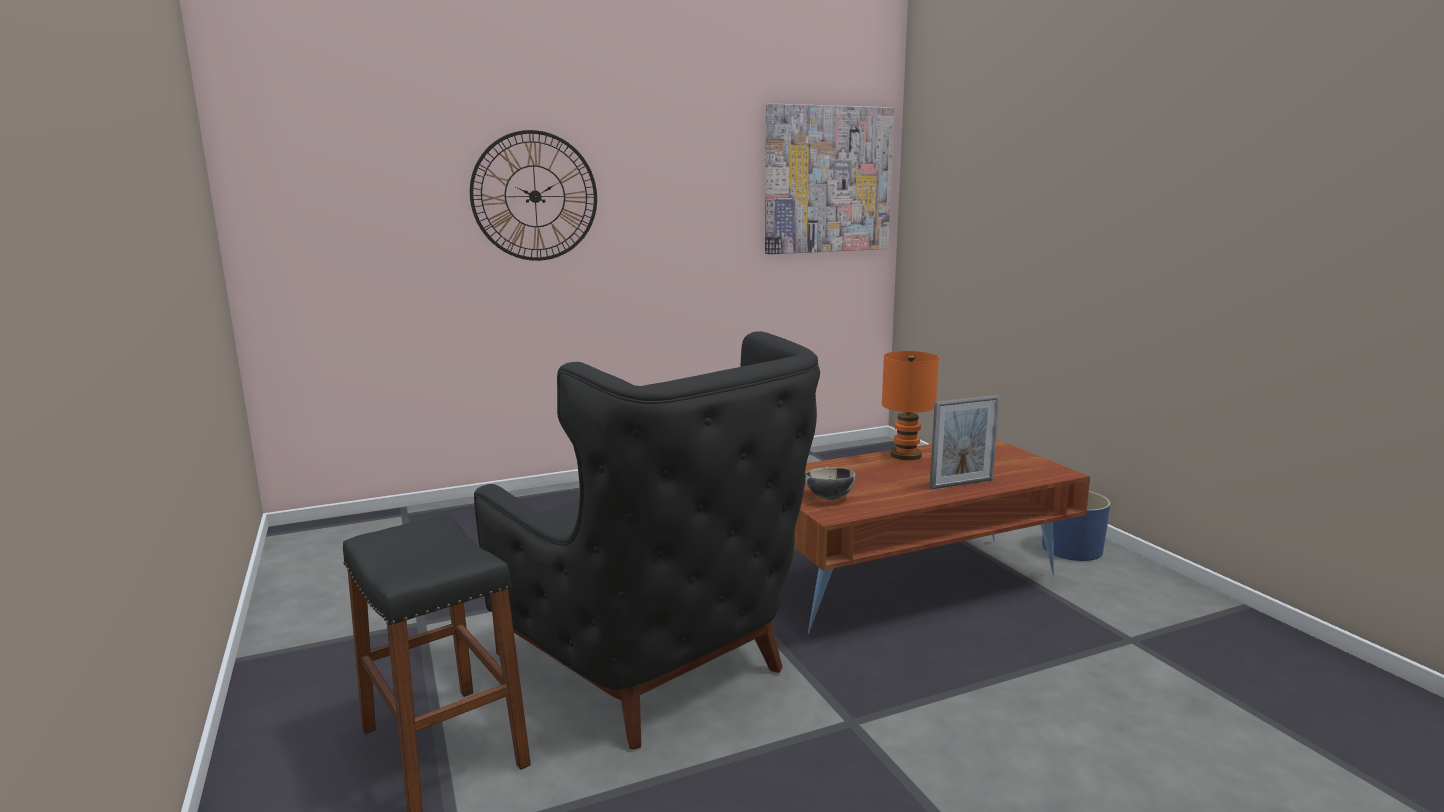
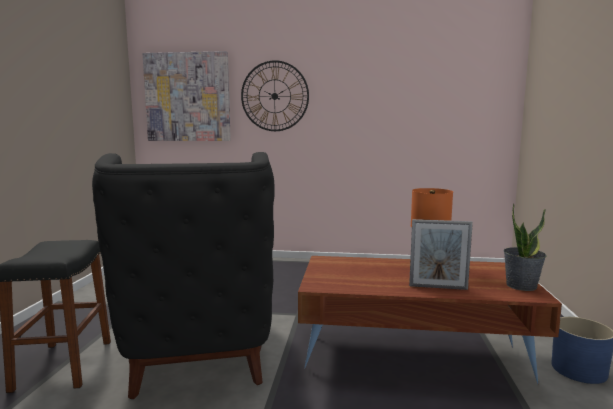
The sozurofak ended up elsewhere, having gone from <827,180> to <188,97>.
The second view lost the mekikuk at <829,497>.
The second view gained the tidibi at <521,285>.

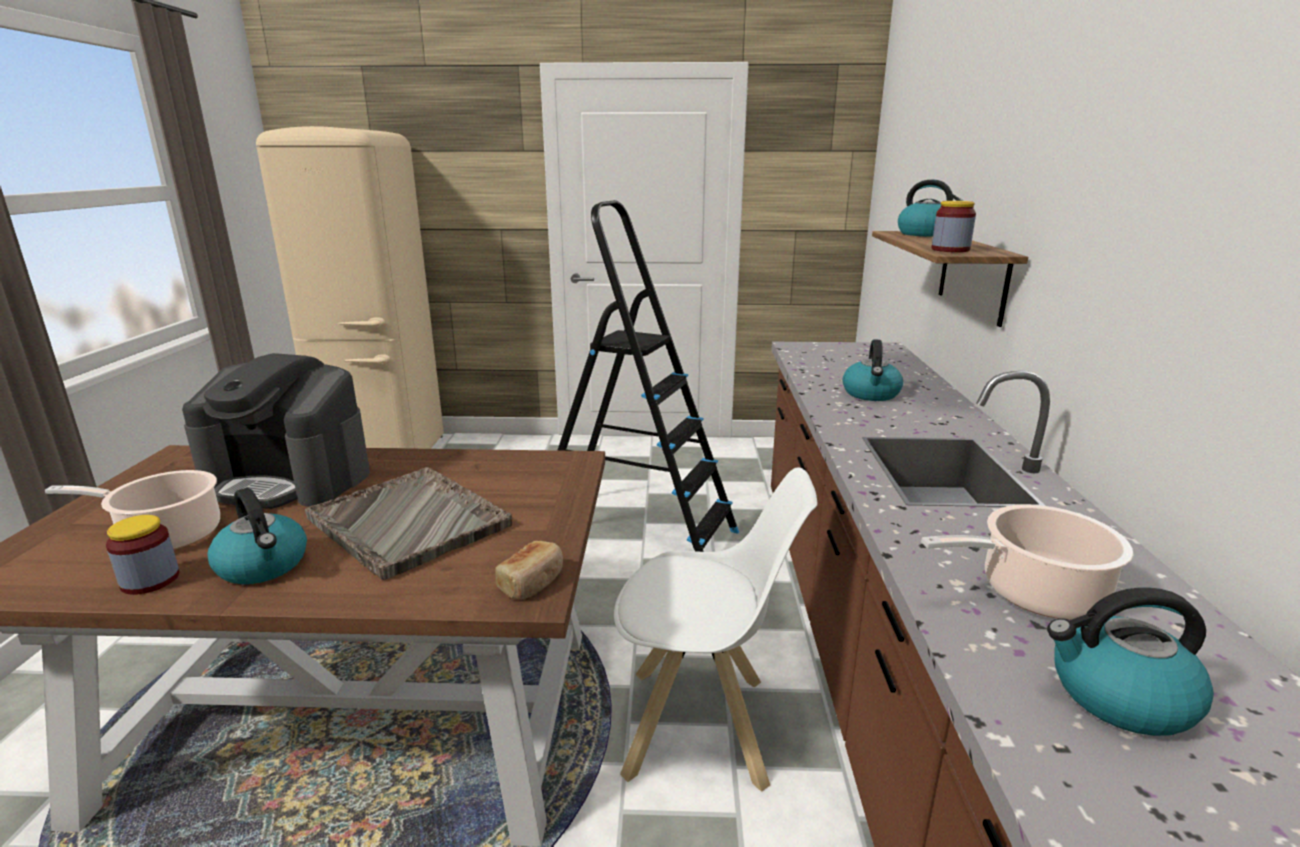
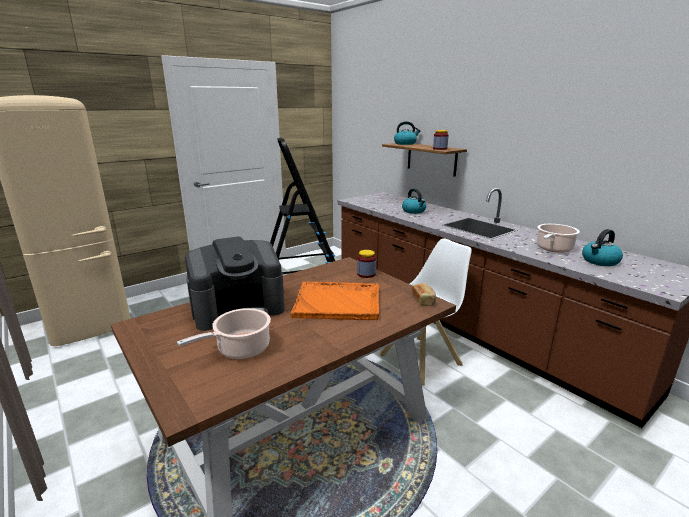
The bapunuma ended up elsewhere, having gone from <150,580> to <366,274>.
The second view lost the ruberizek at <264,566>.
What was the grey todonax at <409,523> turned into the orange todonax at <338,302>.

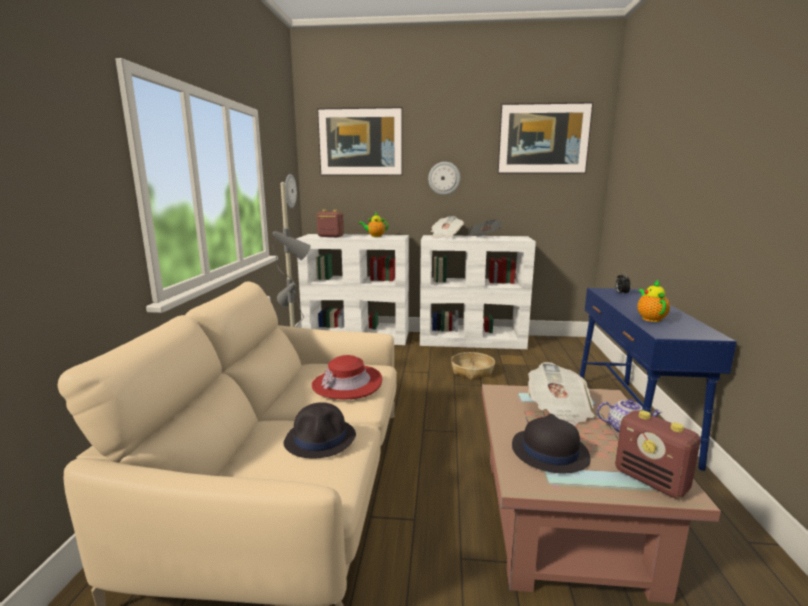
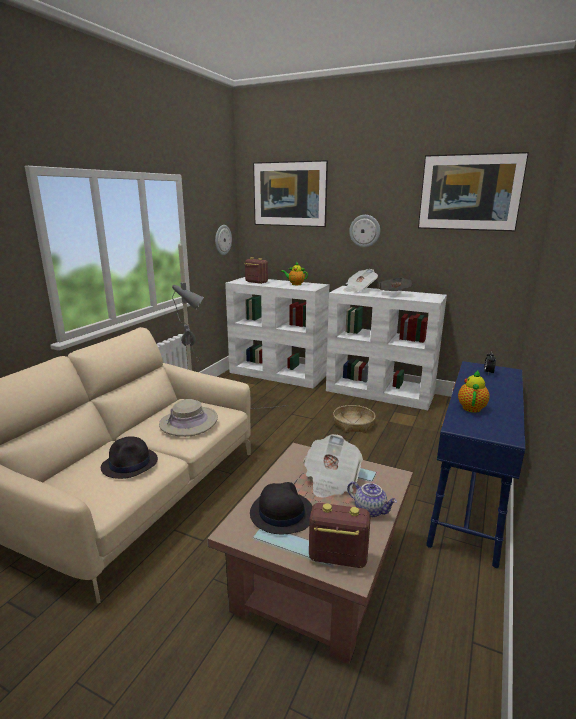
What was the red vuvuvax at <347,384> turned into the beige vuvuvax at <189,422>.
The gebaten at <651,481> ended up facing another way, 120 degrees clockwise from before.

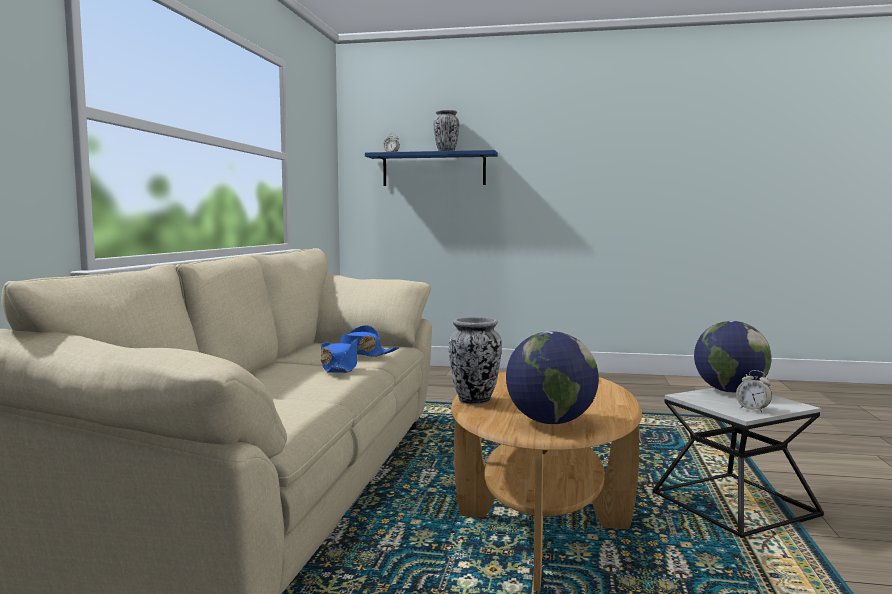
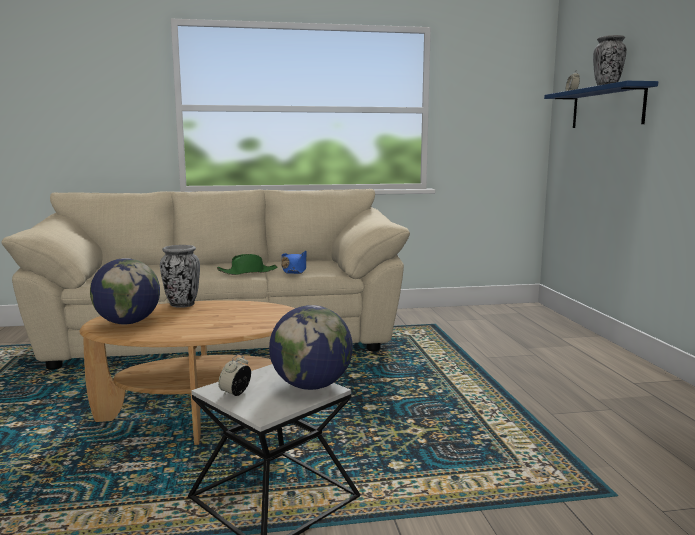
What was the blue vuvuvax at <339,367> turned into the green vuvuvax at <248,272>.

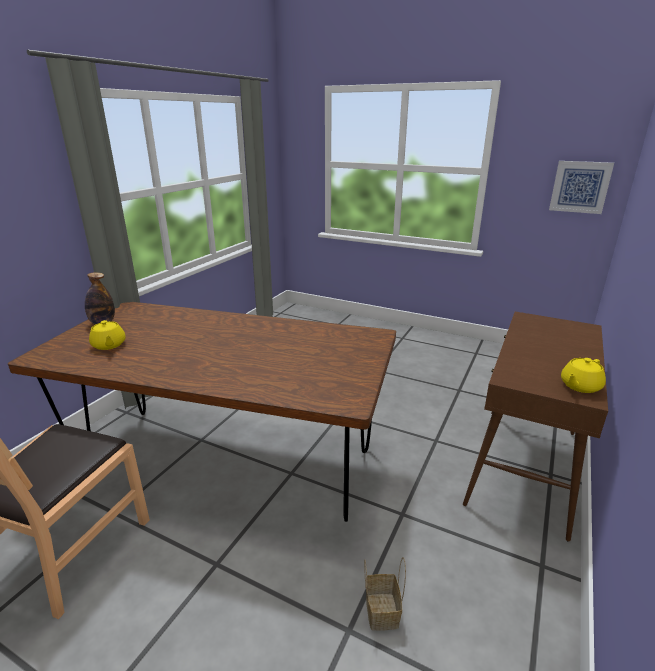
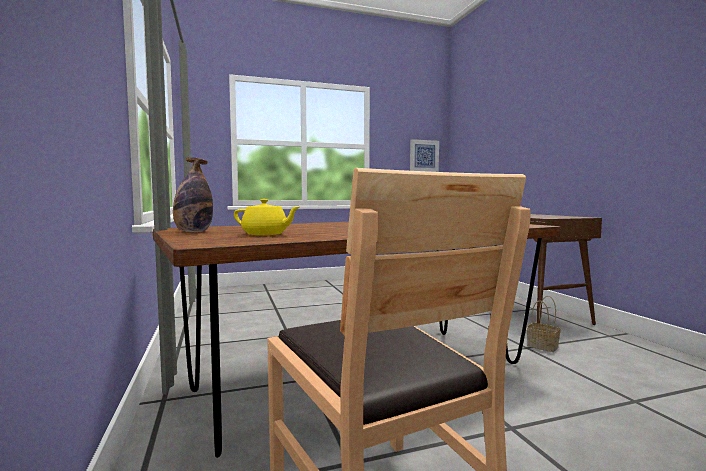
The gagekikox ended up elsewhere, having gone from <381,610> to <541,346>.
The second view lost the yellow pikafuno at <579,386>.

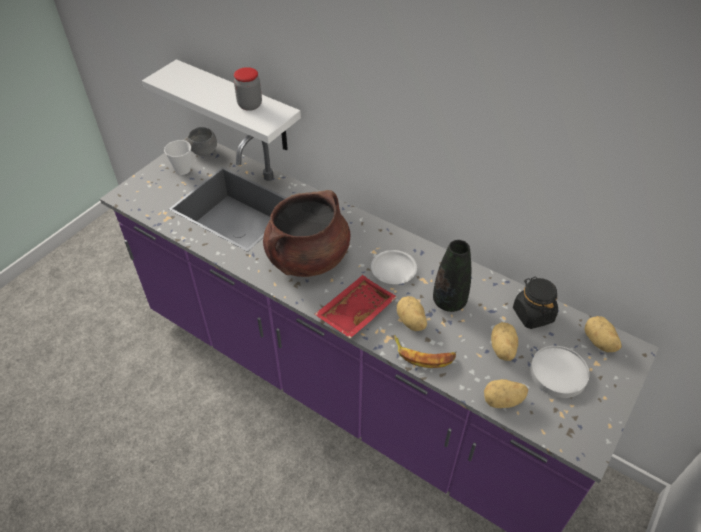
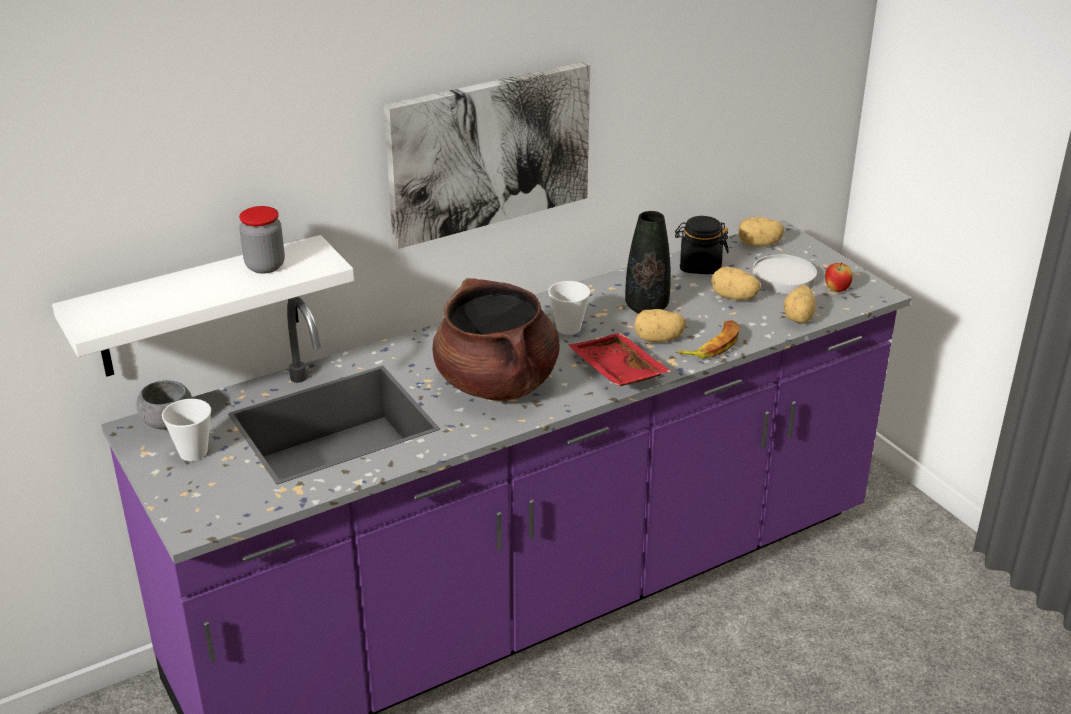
Where the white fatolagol stood at <393,270>, the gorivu came to stand at <568,328>.
The second view gained the sozurofak at <488,152>.
The second view gained the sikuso at <836,290>.

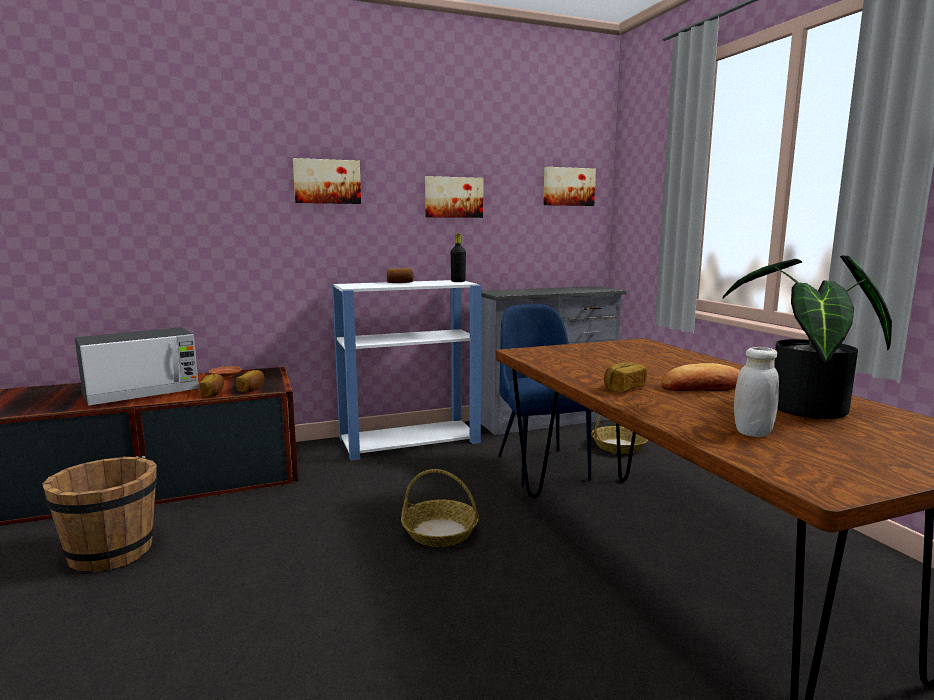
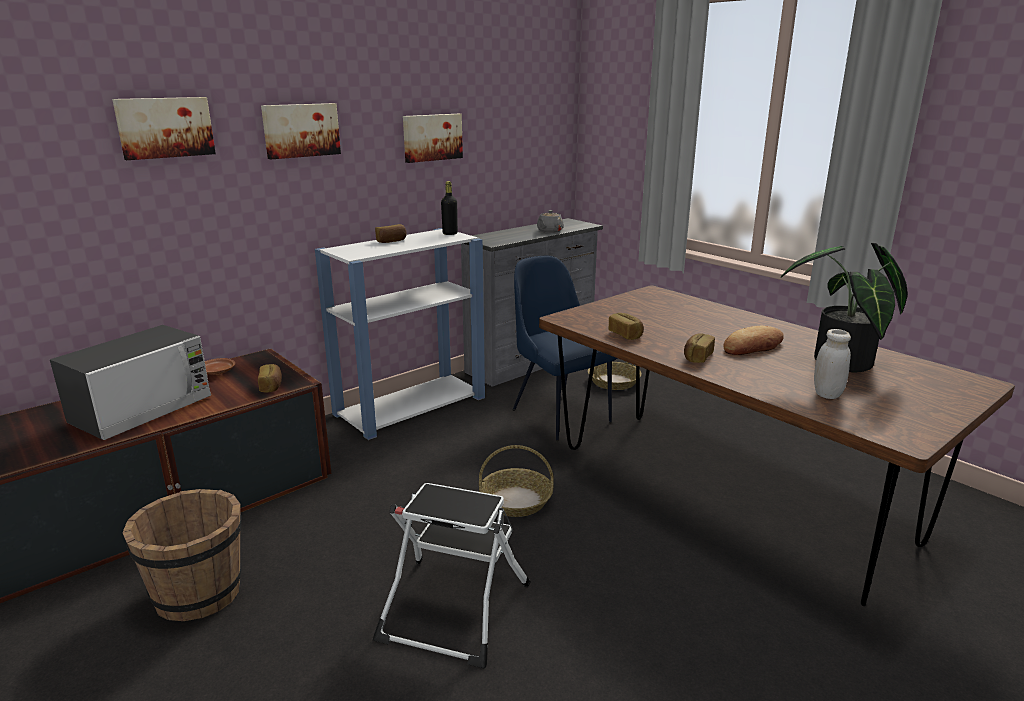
The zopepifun ended up elsewhere, having gone from <213,393> to <626,334>.
The sozurofak ended up elsewhere, having gone from <568,186> to <165,127>.
The second view gained the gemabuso at <453,606>.
The second view gained the grey pikafuno at <549,231>.

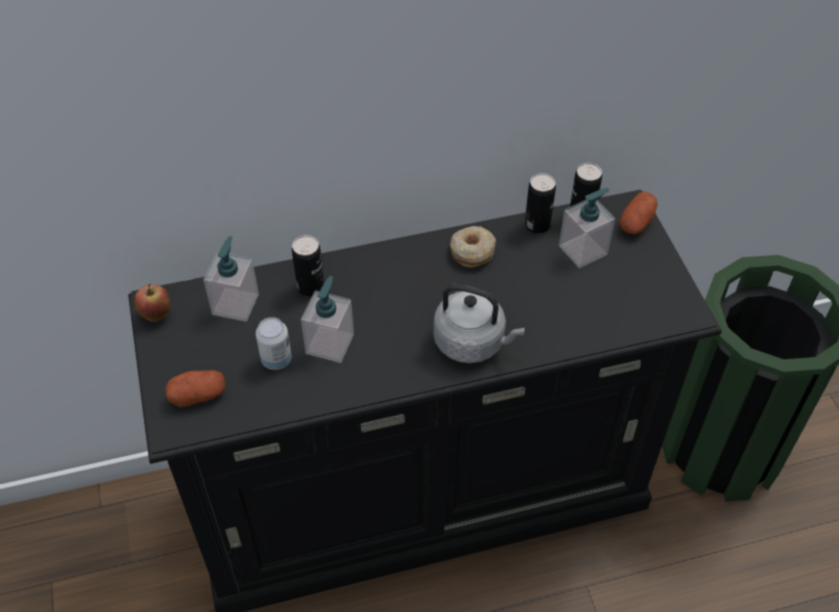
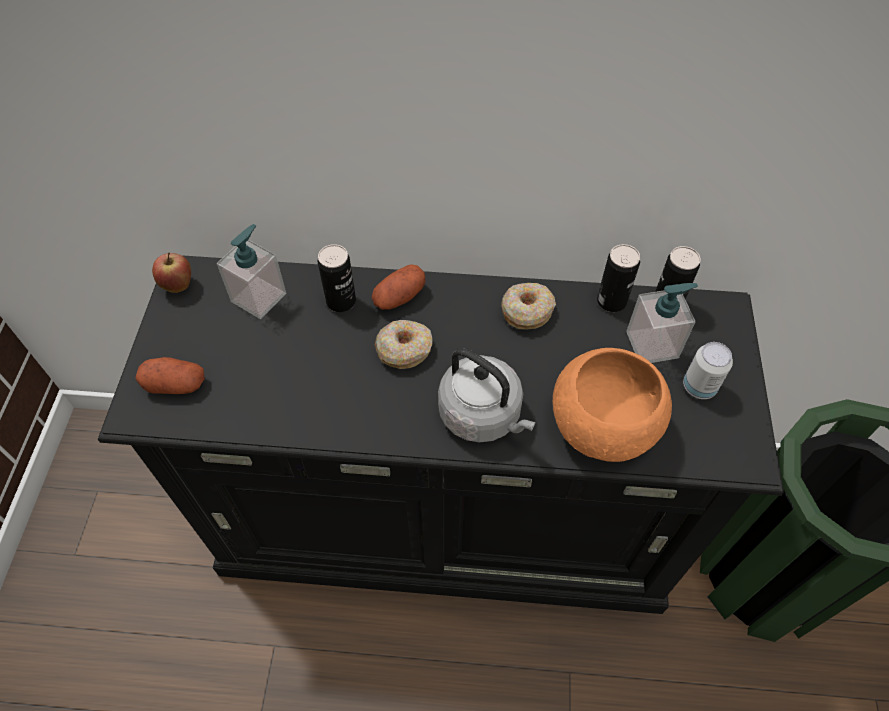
The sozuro ended up elsewhere, having gone from <276,359> to <699,387>.
The second view lost the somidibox at <330,343>.
The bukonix ended up elsewhere, having gone from <636,223> to <399,297>.
The second view gained the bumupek at <404,349>.
The second view gained the orange mekikuk at <604,425>.

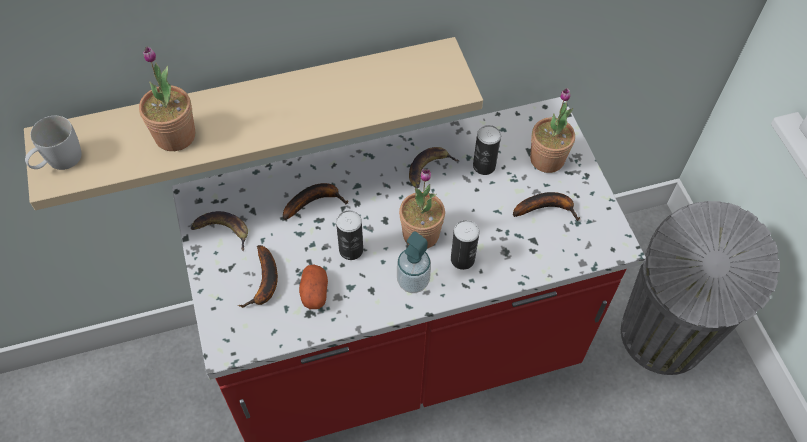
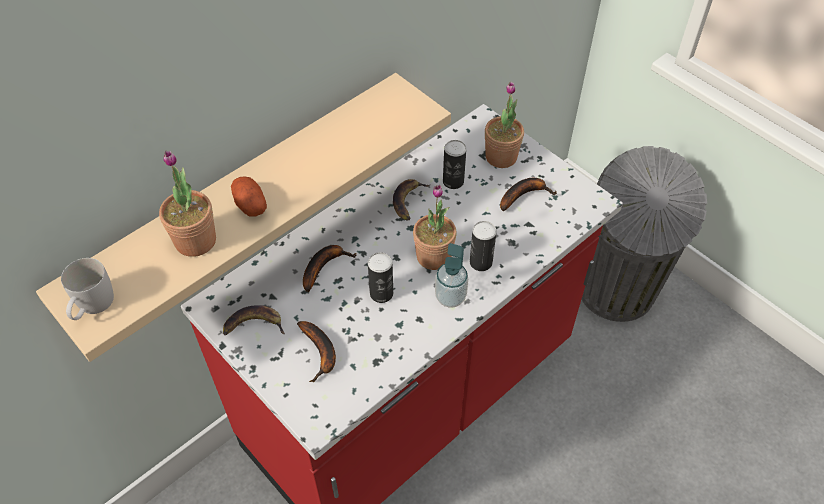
The bukonix ended up elsewhere, having gone from <314,292> to <250,204>.

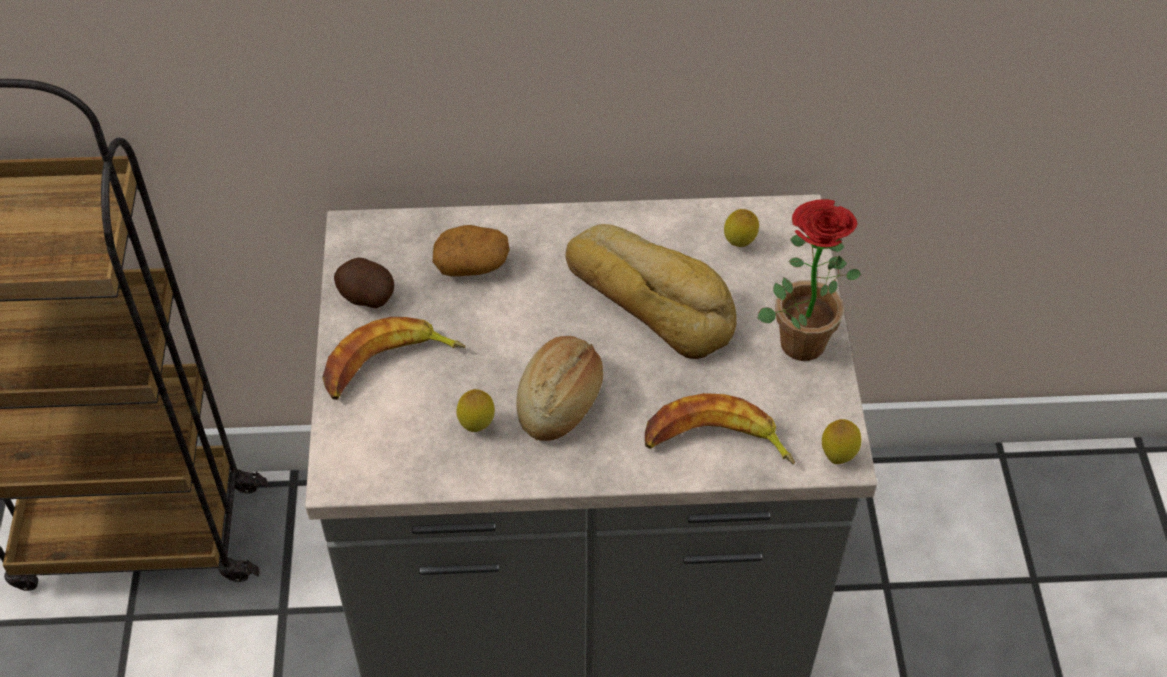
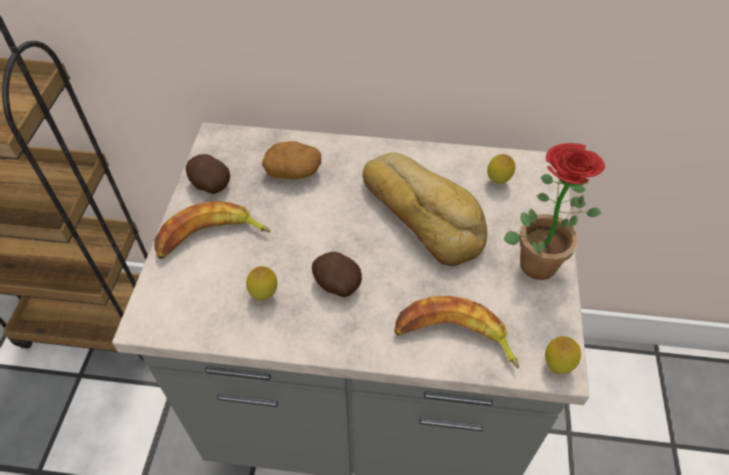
Where the zopepifun stood at <561,400>, the bukonix came to stand at <336,284>.

